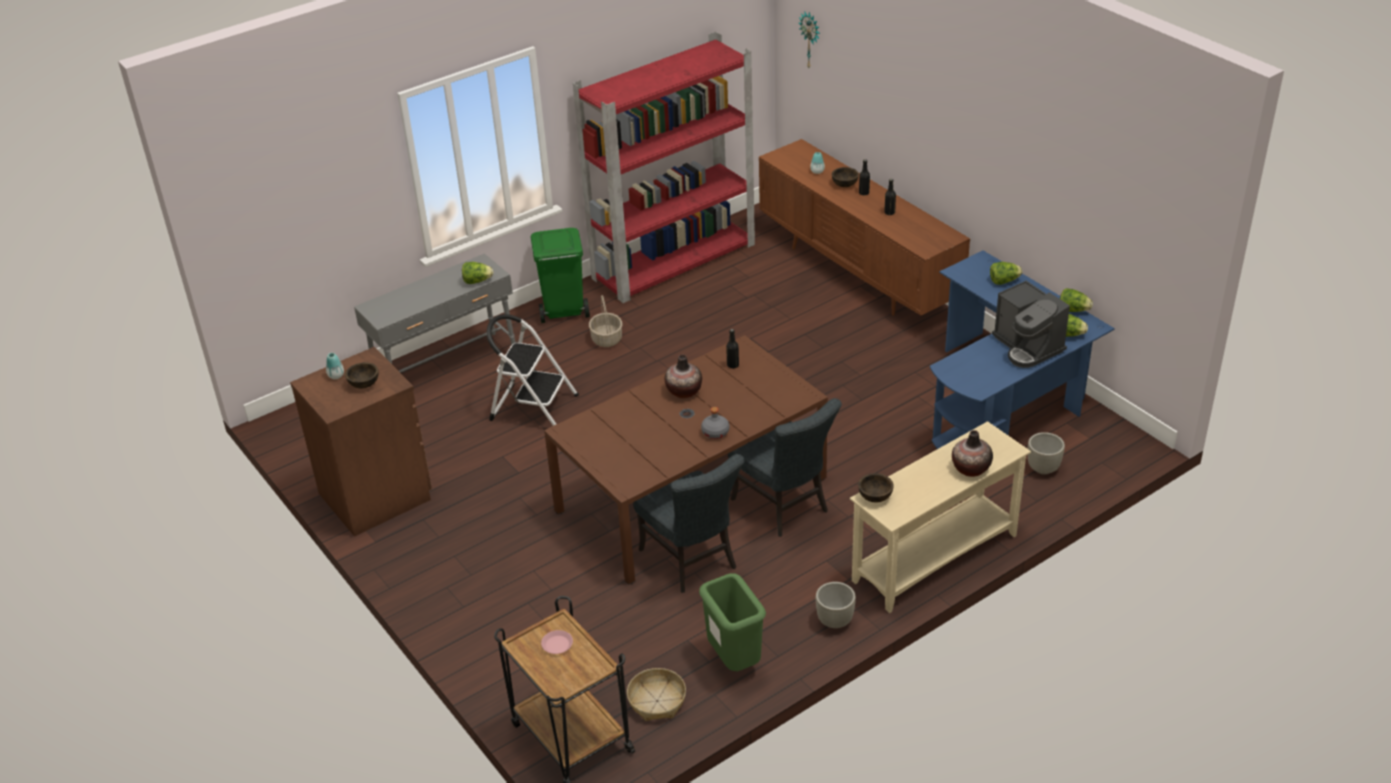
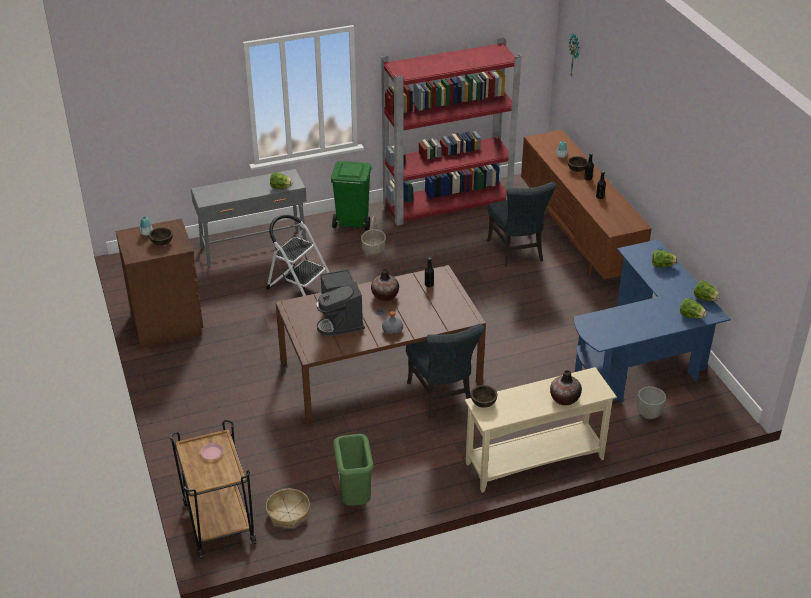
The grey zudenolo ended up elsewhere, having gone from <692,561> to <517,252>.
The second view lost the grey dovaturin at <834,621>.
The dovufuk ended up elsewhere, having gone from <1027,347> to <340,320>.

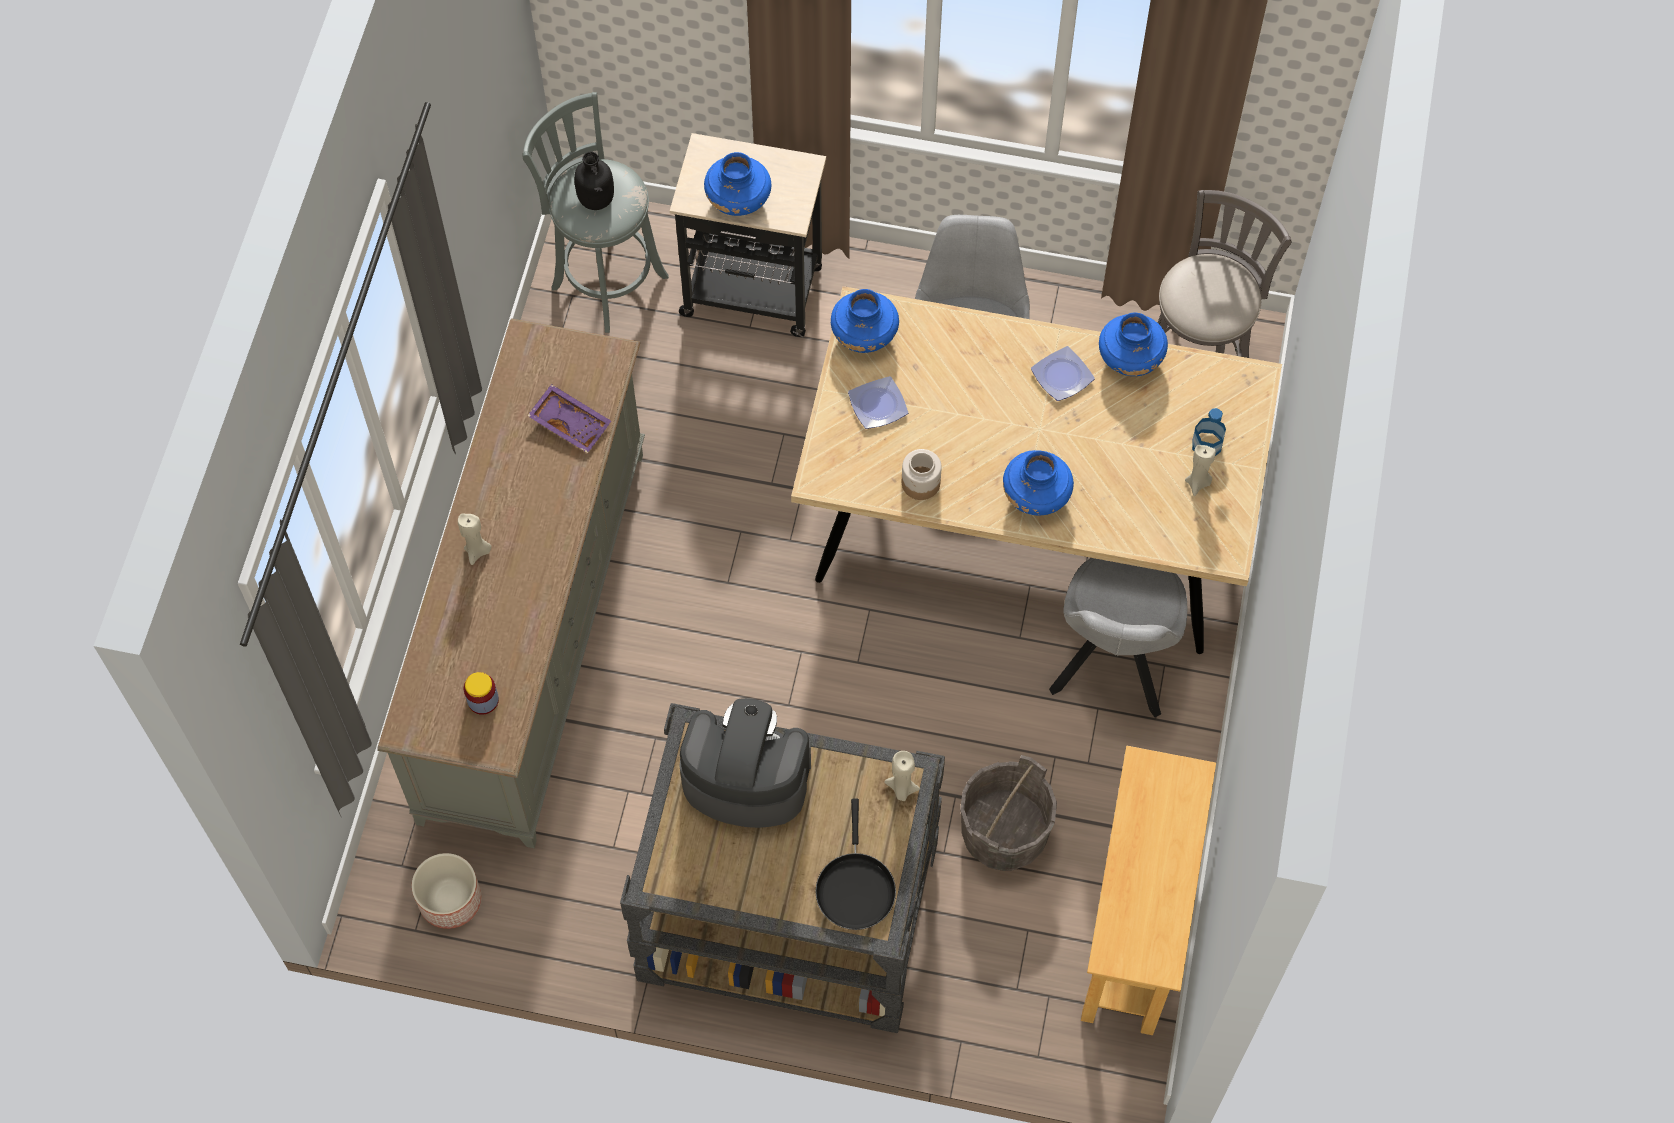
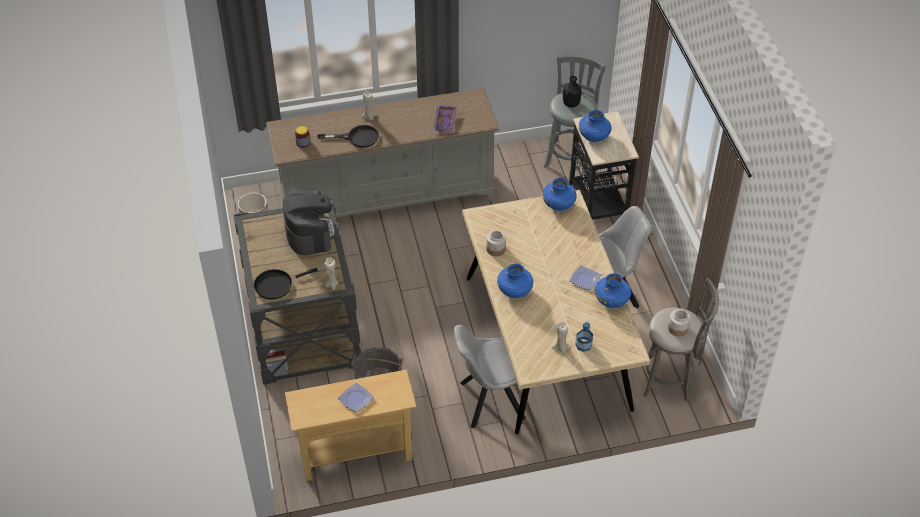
The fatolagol ended up elsewhere, having gone from <877,406> to <355,399>.
The second view gained the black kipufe at <357,137>.
The second view gained the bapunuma at <678,328>.

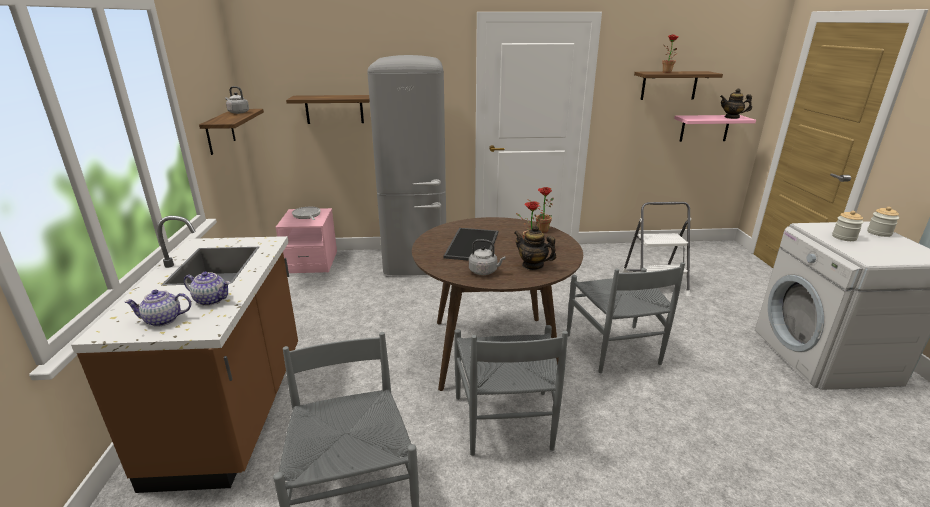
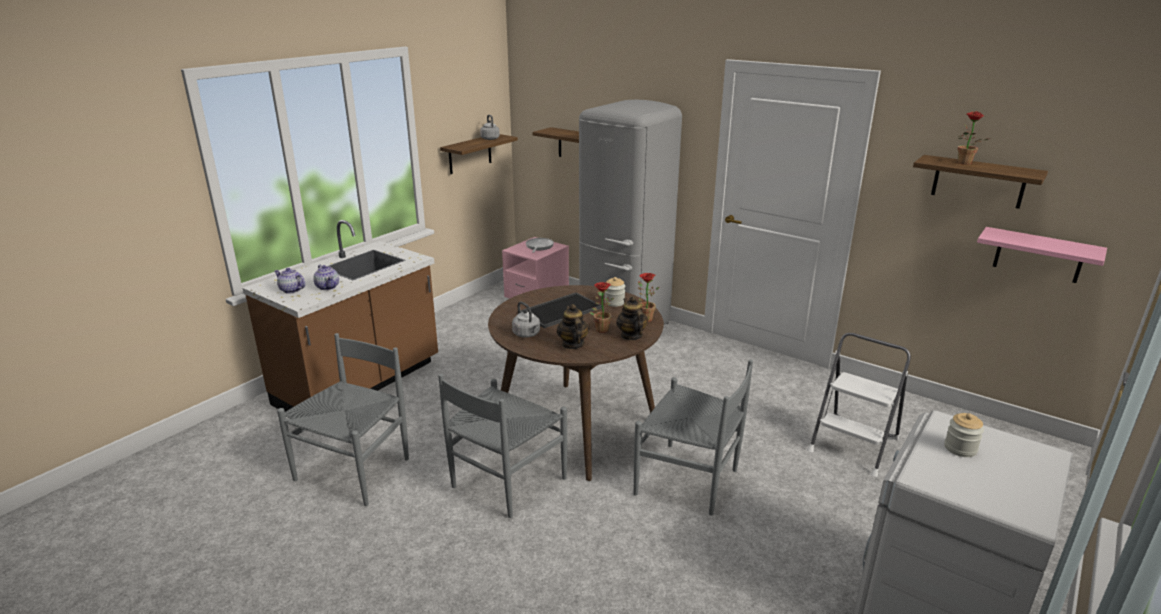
The grey zudenolo at <615,349> ended up facing another way, 90 degrees counterclockwise from before.
The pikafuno ended up elsewhere, having gone from <732,117> to <631,336>.
The bapunuma ended up elsewhere, having gone from <879,233> to <614,302>.

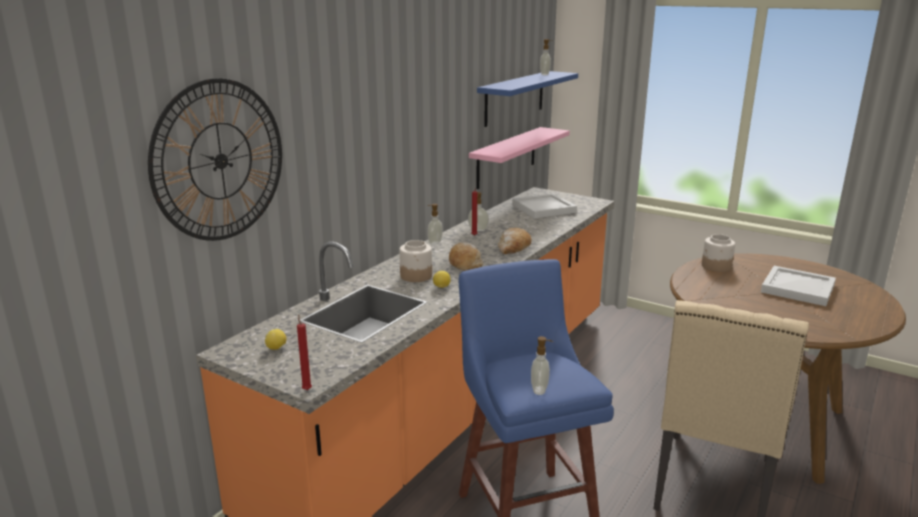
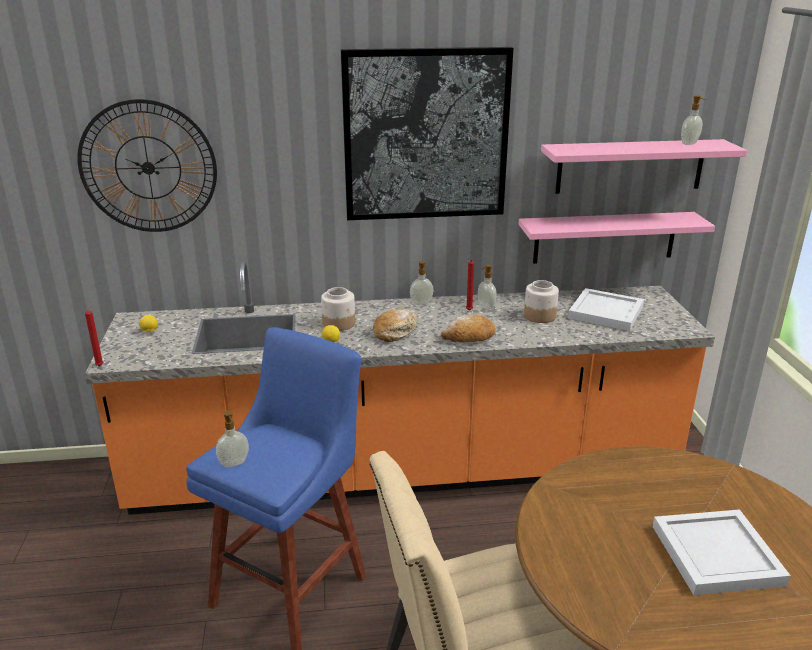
What was the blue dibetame at <514,98> turned into the pink dibetame at <630,166>.
The bapunuma ended up elsewhere, having gone from <716,266> to <539,316>.
The second view gained the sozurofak at <426,135>.

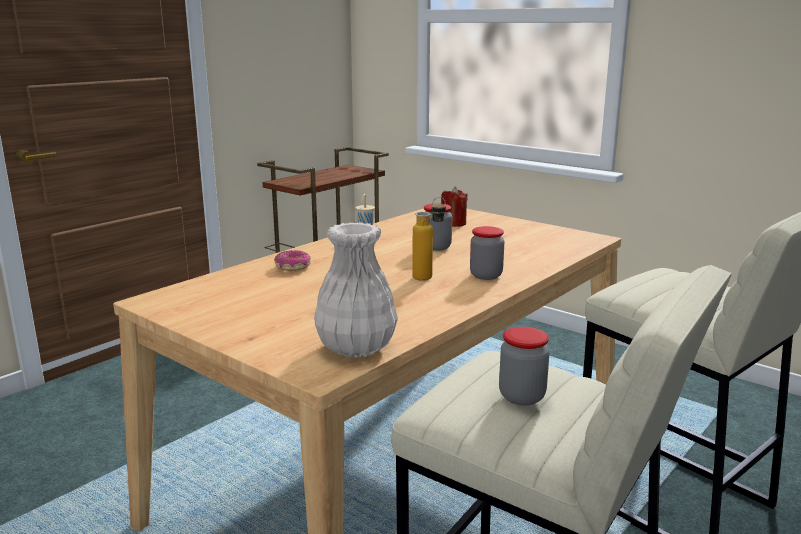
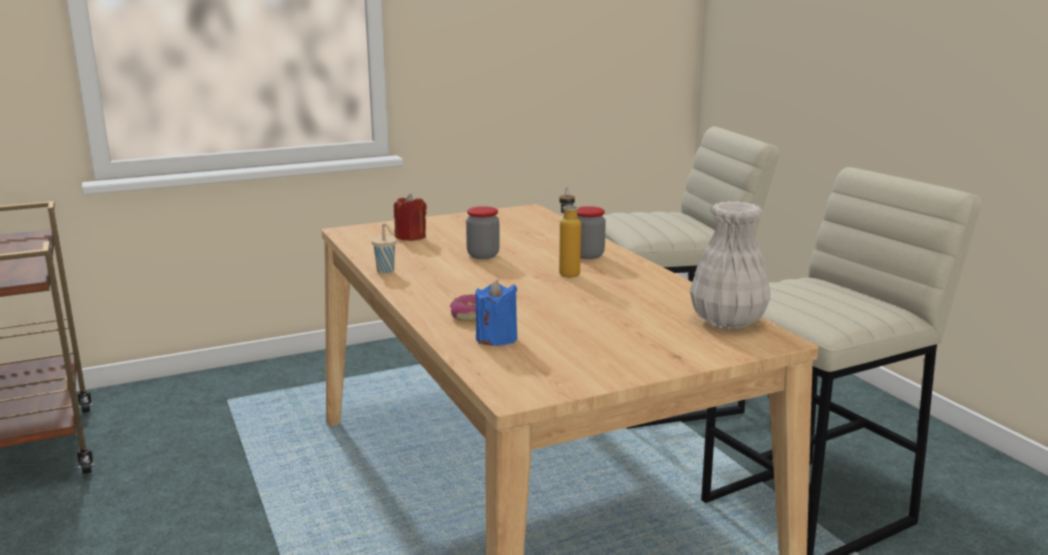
The second view lost the bapunuma at <522,396>.
The second view gained the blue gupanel at <496,338>.

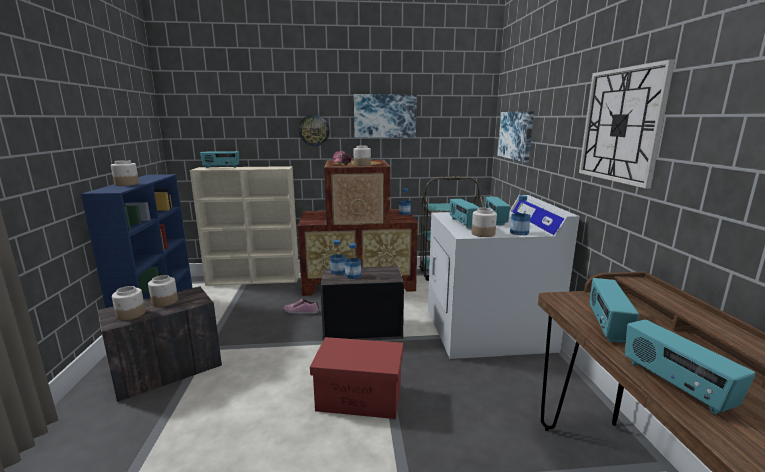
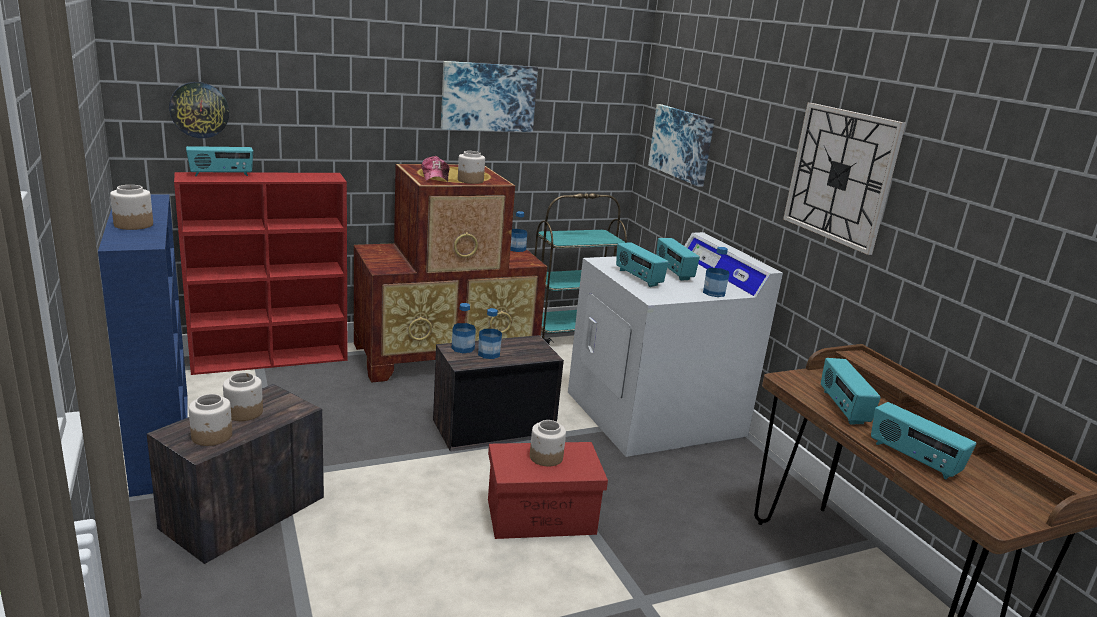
What was the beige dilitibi at <255,279> turned into the red dilitibi at <272,359>.
The second view lost the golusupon at <301,311>.
The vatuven ended up elsewhere, having gone from <314,130> to <199,110>.
The bapunuma ended up elsewhere, having gone from <483,234> to <546,457>.

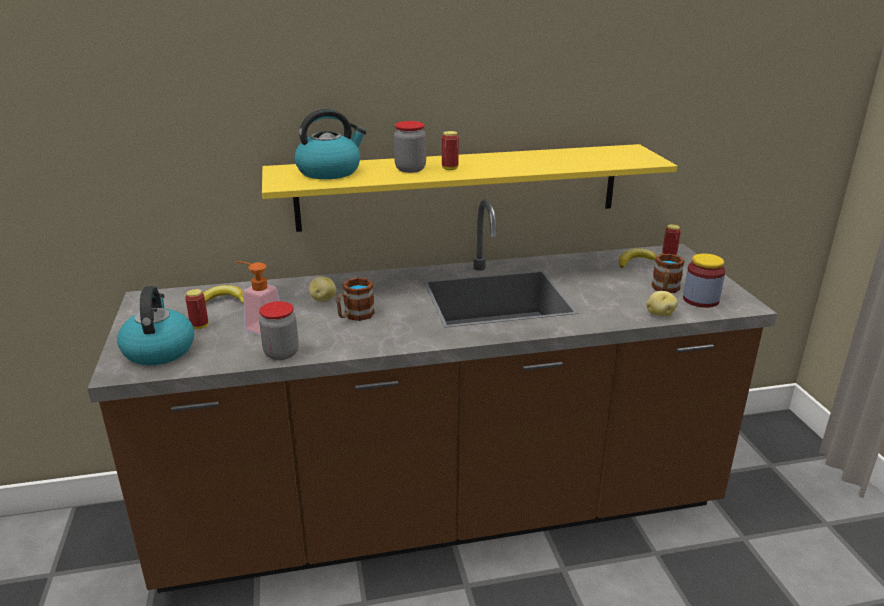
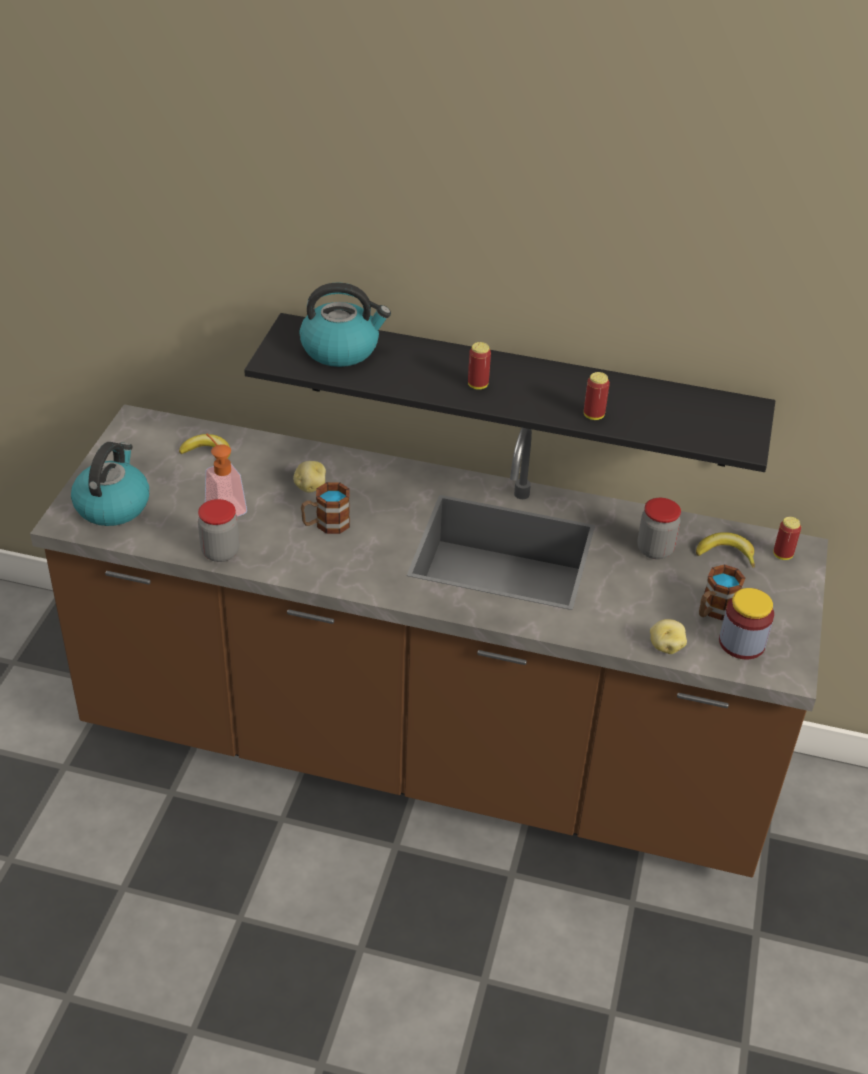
The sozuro ended up elsewhere, having gone from <199,326> to <593,415>.
What was the yellow dibetame at <459,187> turned into the black dibetame at <517,391>.
The bapunuma ended up elsewhere, having gone from <410,169> to <655,550>.

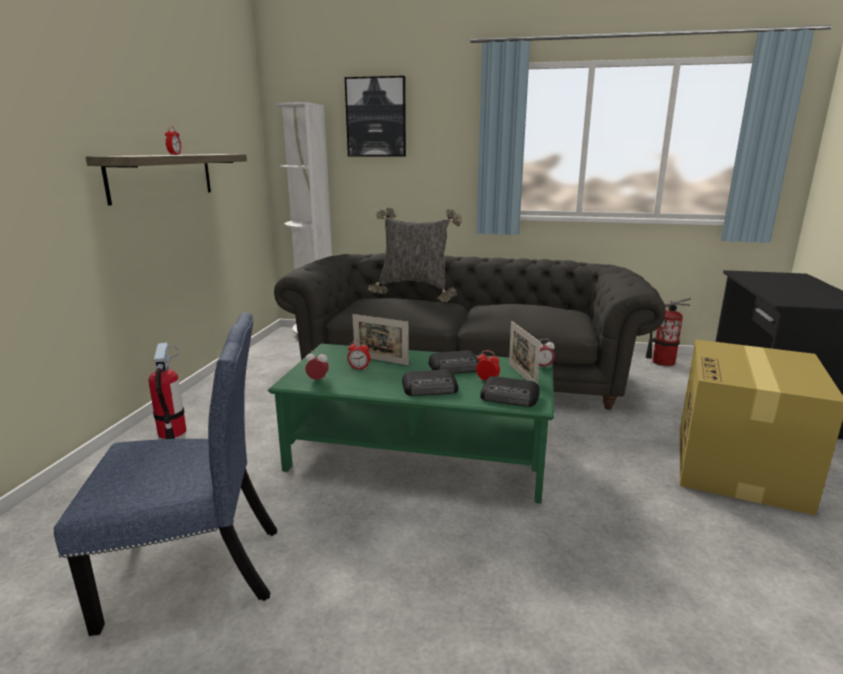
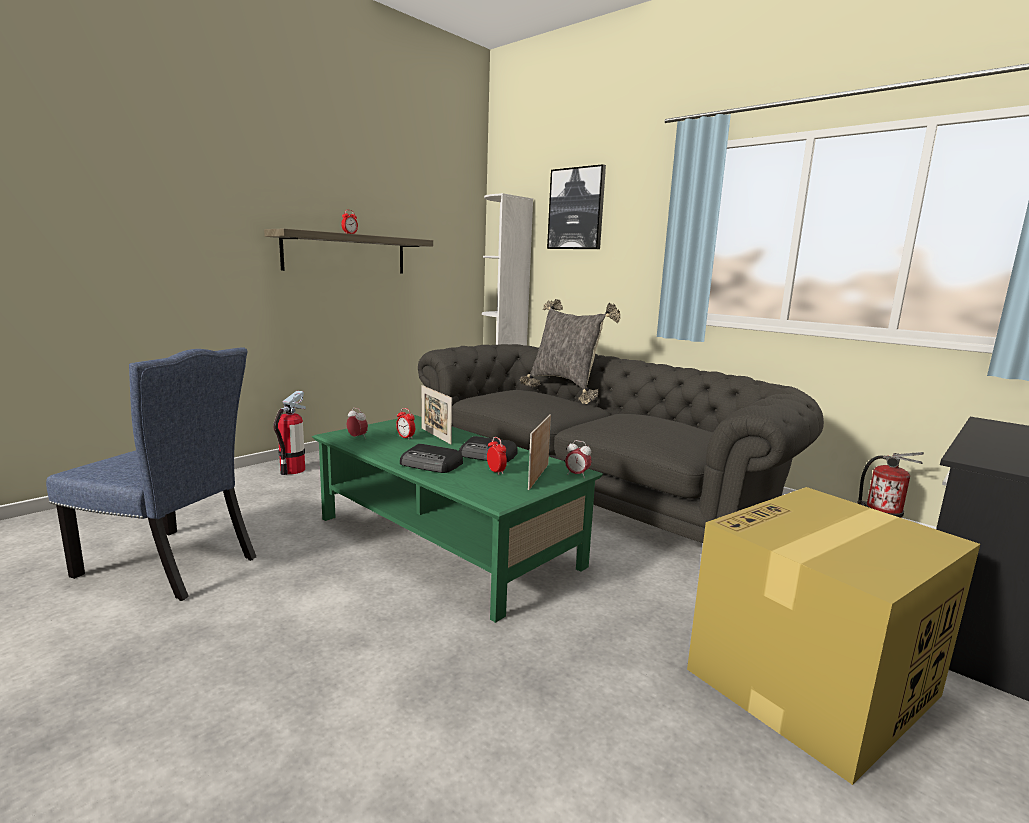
The second view lost the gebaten at <510,397>.

